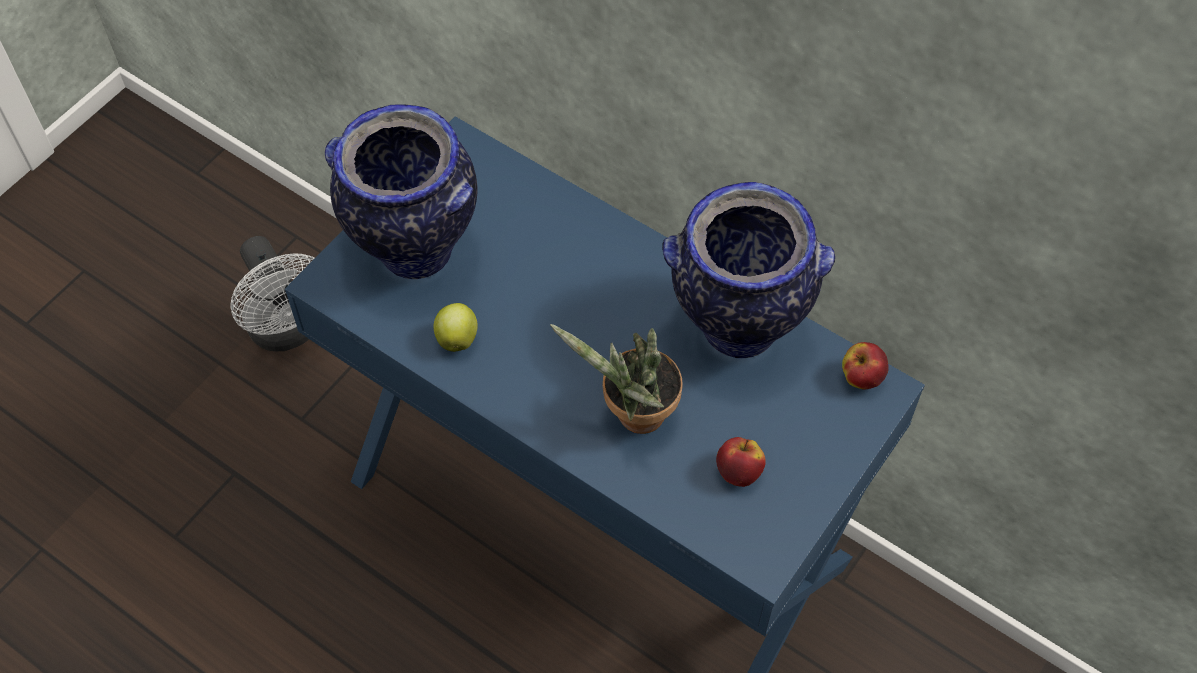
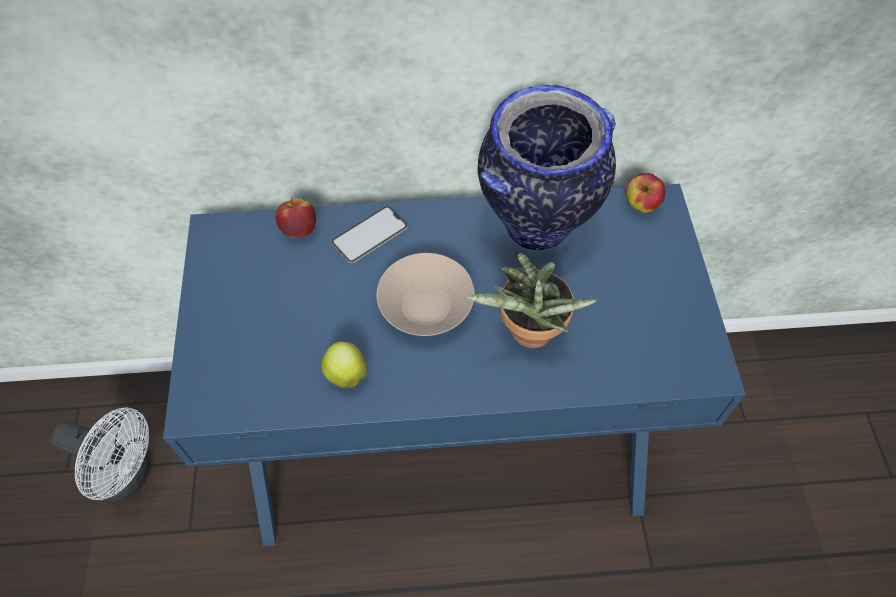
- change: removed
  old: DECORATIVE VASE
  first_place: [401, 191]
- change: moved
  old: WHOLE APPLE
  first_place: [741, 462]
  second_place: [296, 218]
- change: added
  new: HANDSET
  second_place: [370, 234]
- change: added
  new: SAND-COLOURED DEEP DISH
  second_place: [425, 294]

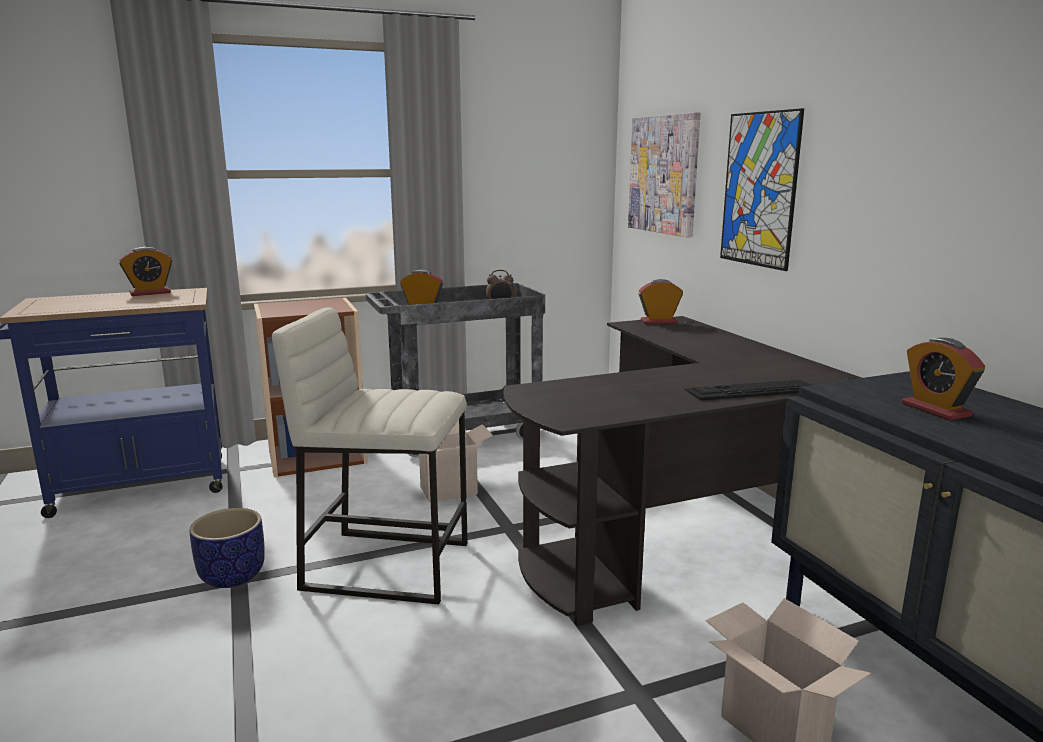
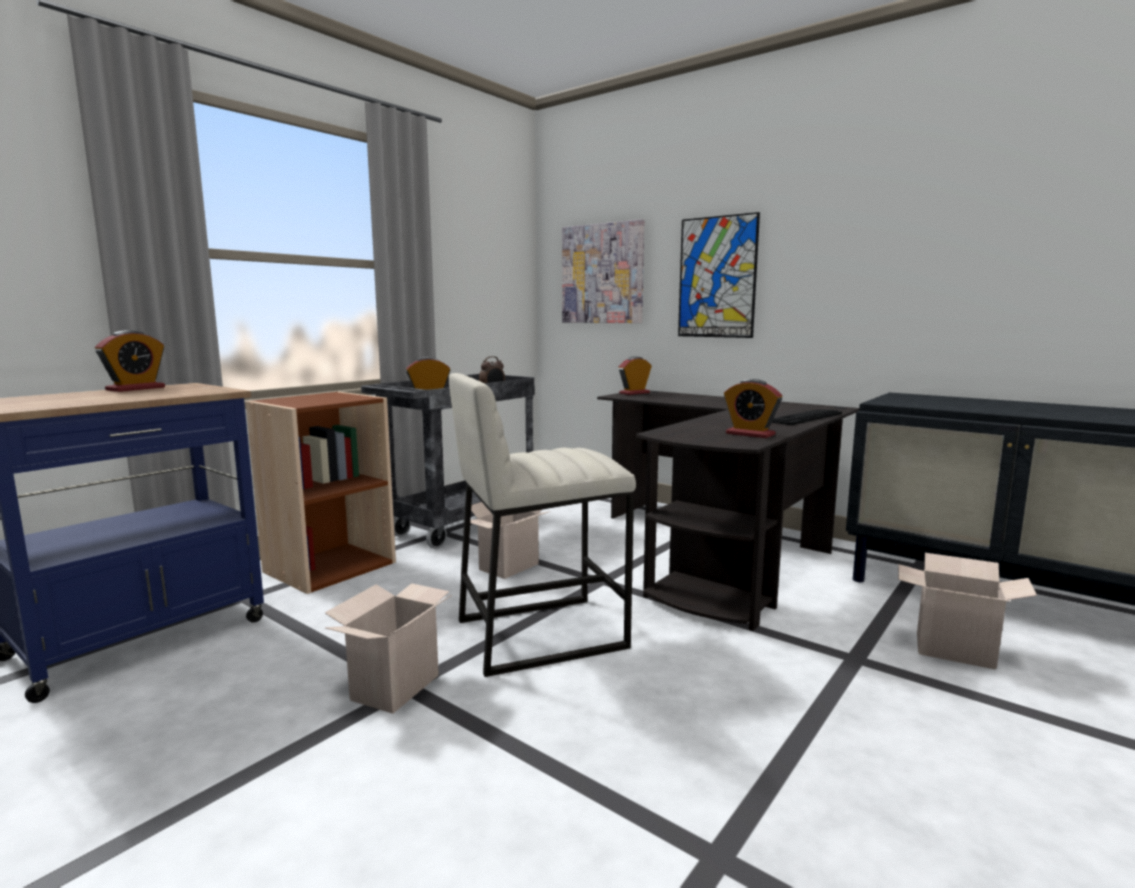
- change: moved
  old: BEDSIDE CLOCK
  first_place: [943, 379]
  second_place: [753, 408]
- change: replaced
  old: PLANT POT
  new: PACKING BOX
  first_place: [227, 548]
  second_place: [388, 648]

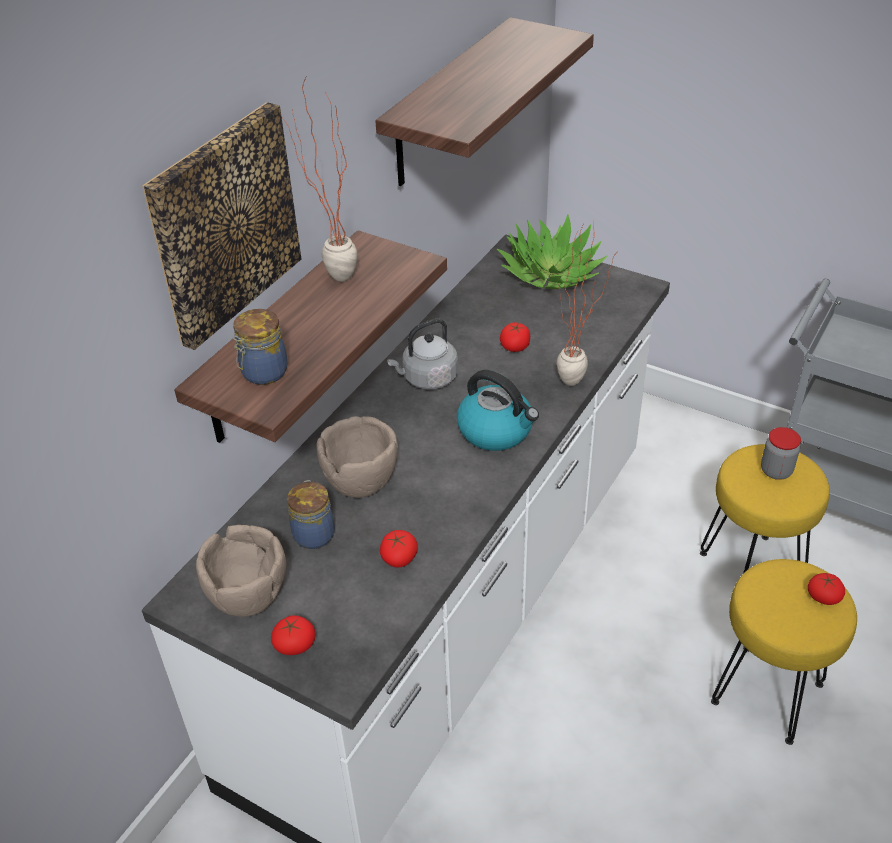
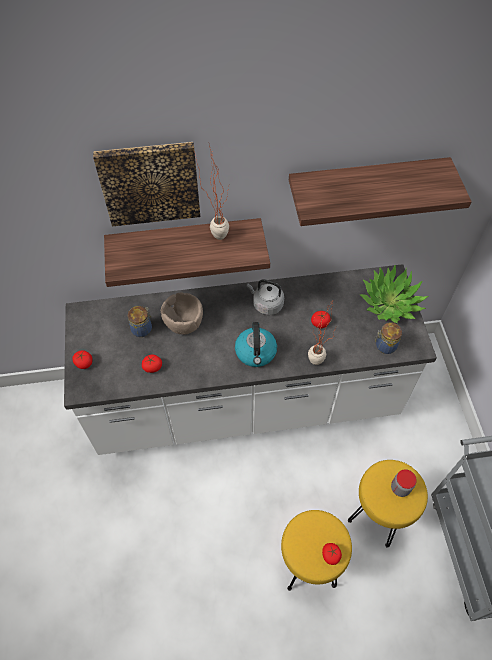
- change: moved
  old: STORAGE JAR
  first_place: [260, 347]
  second_place: [388, 338]
- change: removed
  old: BROWN-COLOURED DEEP DISH
  first_place: [241, 571]

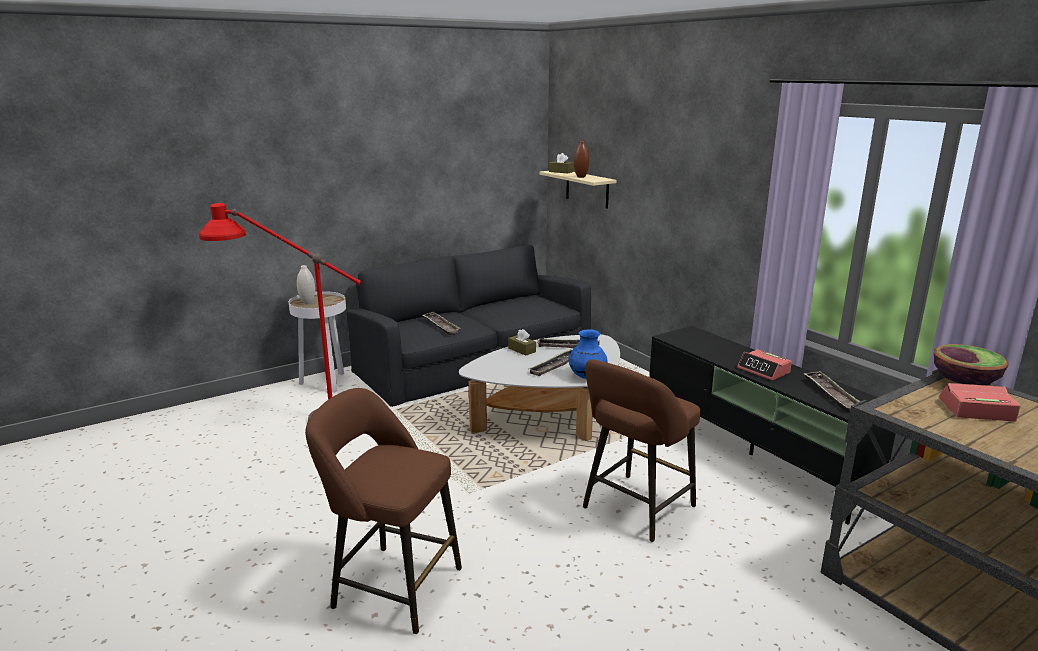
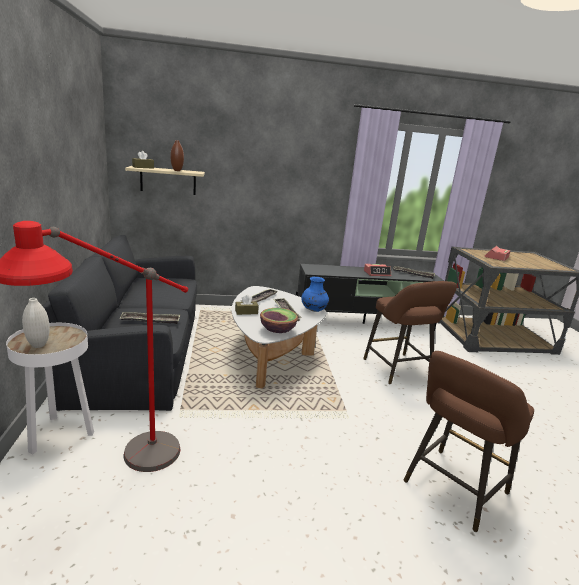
- change: moved
  old: DEEP DISH
  first_place: [971, 364]
  second_place: [279, 320]

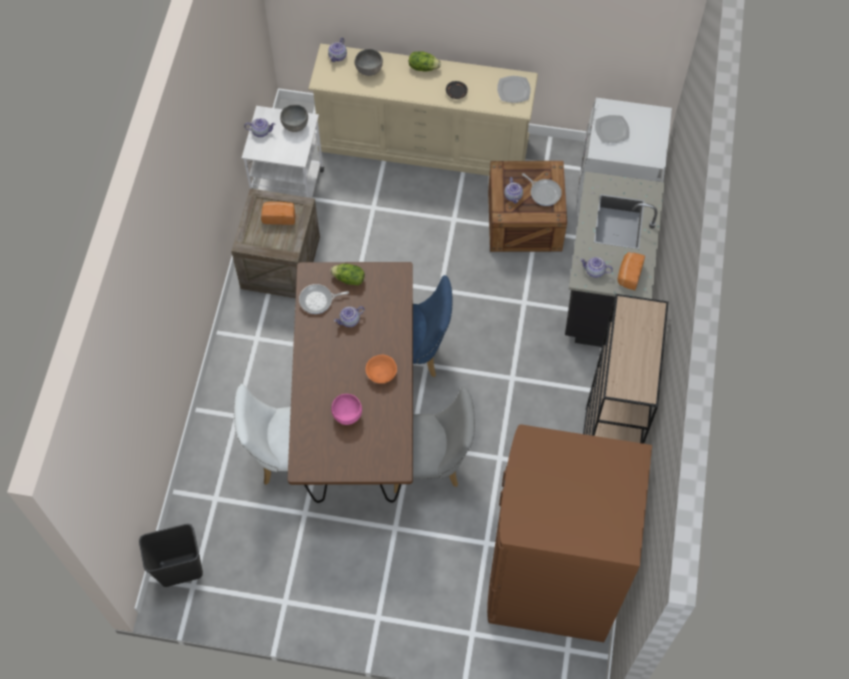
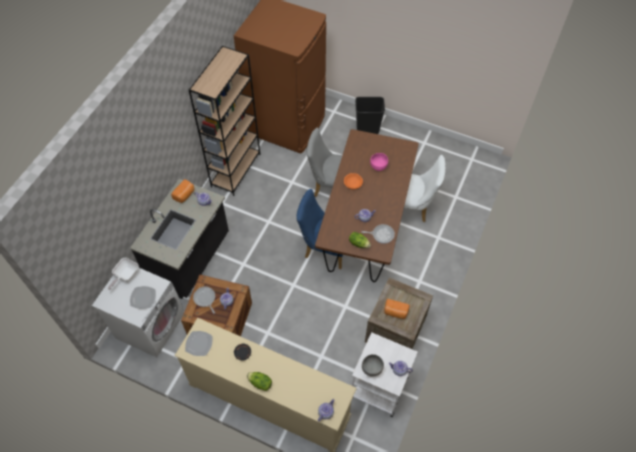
- change: removed
  old: GREYISH DEEP DISH
  first_place: [369, 62]
- change: moved
  old: BLACK TRASH CAN
  first_place: [171, 555]
  second_place: [370, 115]
- change: added
  new: SKILLET
  second_place: [123, 274]

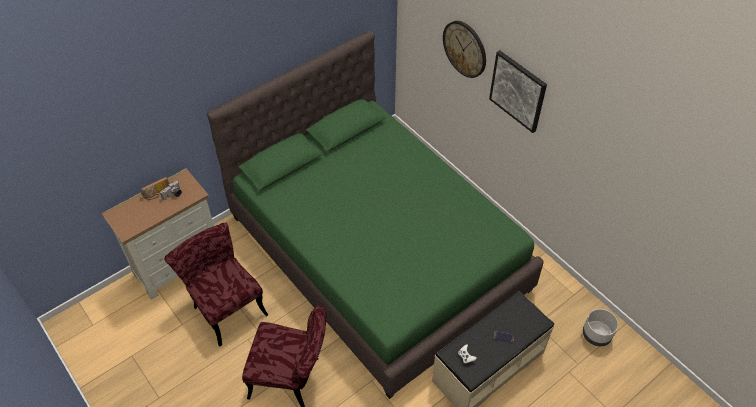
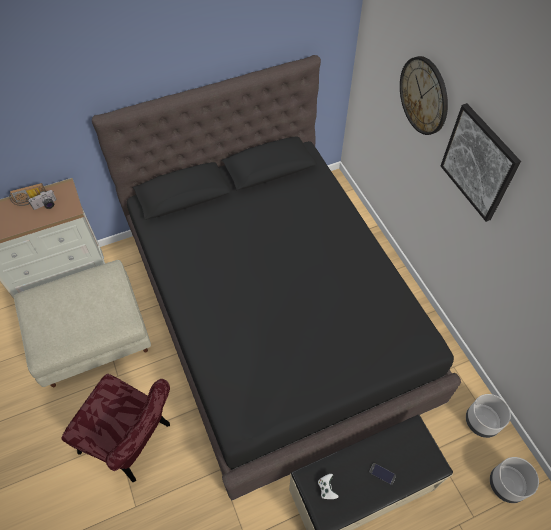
- change: recoloured
  old: GREEN-COLOURED SLEEPING BED
  new: BLACK SLEEPING BED
  first_place: [375, 215]
  second_place: [276, 277]
- change: replaced
  old: RED CHAIR
  new: SAND-COLOURED FOOTREST
  first_place: [216, 285]
  second_place: [82, 323]
- change: added
  new: GREYISH PLANT POT
  second_place: [488, 416]

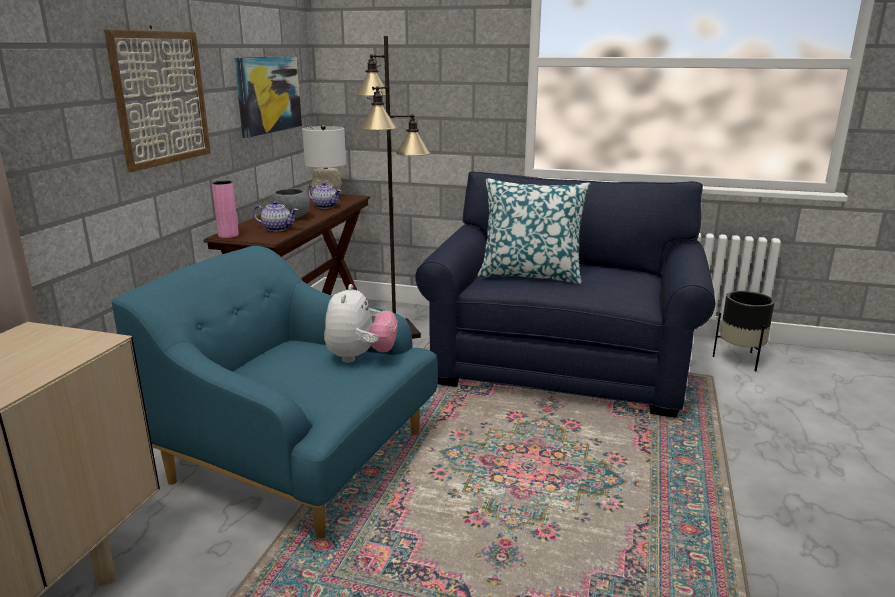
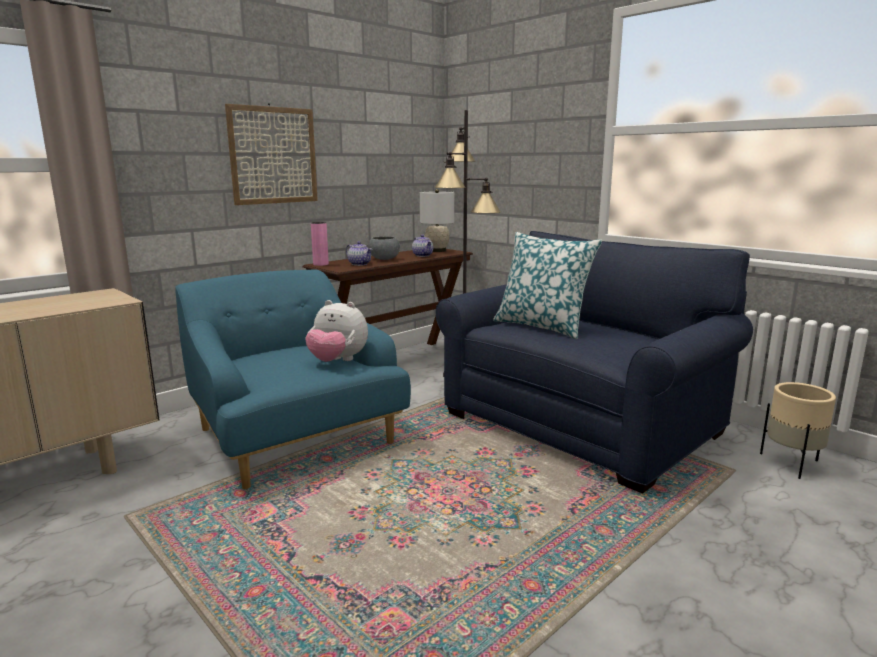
- change: removed
  old: WALL ART
  first_place: [268, 97]
- change: turned
  old: SOFT TOY
  first_place: [360, 323]
  second_place: [336, 331]
  degrees: 75
- change: recoloured
  old: BLACK PLANT POT
  new: SAND-COLOURED PLANT POT
  first_place: [744, 331]
  second_place: [798, 430]

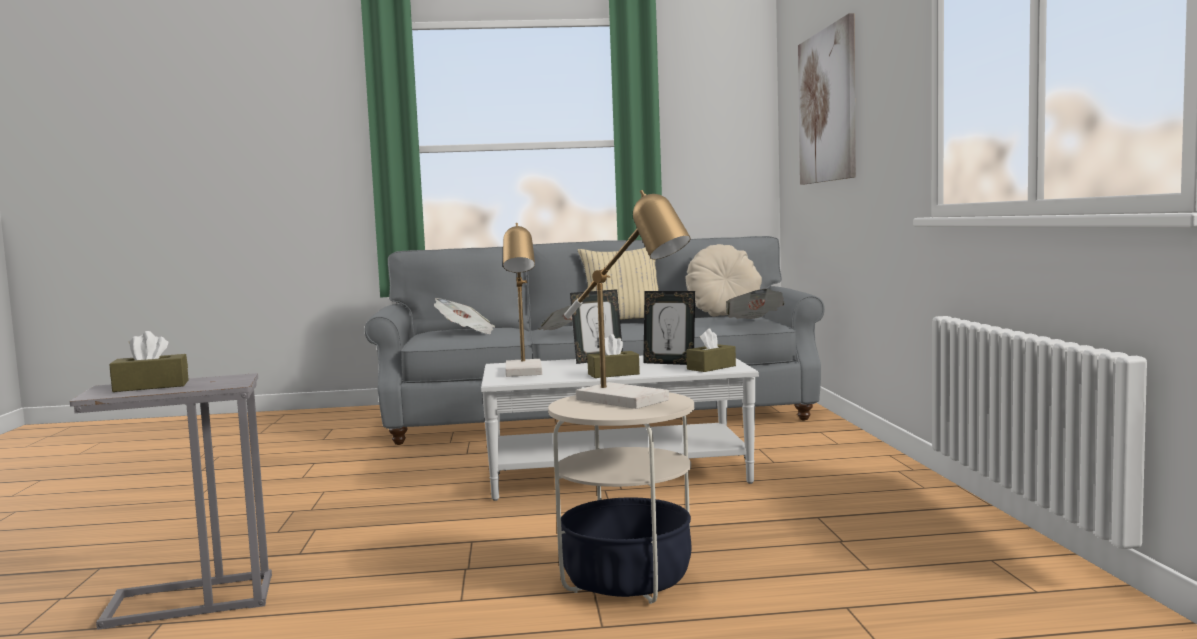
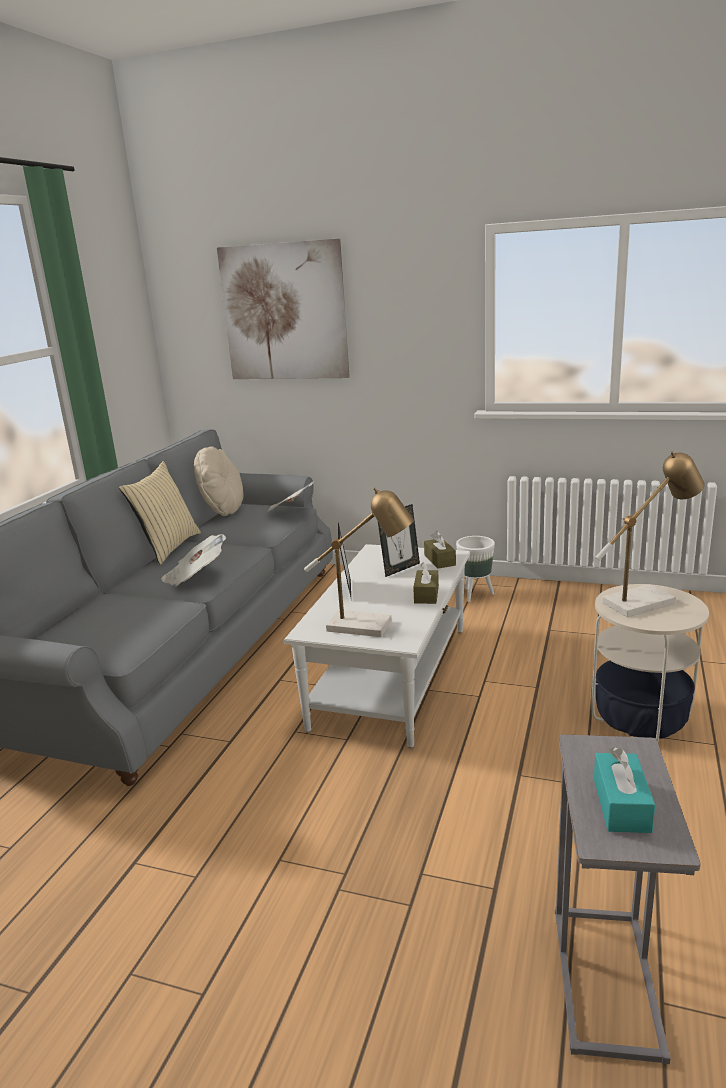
- change: removed
  old: NEWSPAPER
  first_place: [464, 316]
- change: recoloured
  old: BROWN-COLOURED TISSUE HOLDER
  new: BLUE-GREEN TISSUE HOLDER
  first_place: [149, 361]
  second_place: [624, 790]
- change: added
  new: WHITE-COLOURED PLANT POT
  second_place: [475, 569]

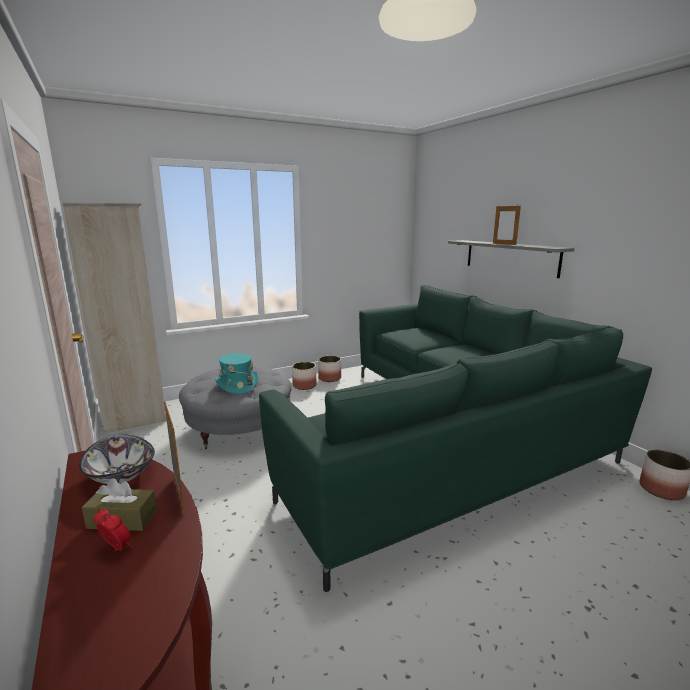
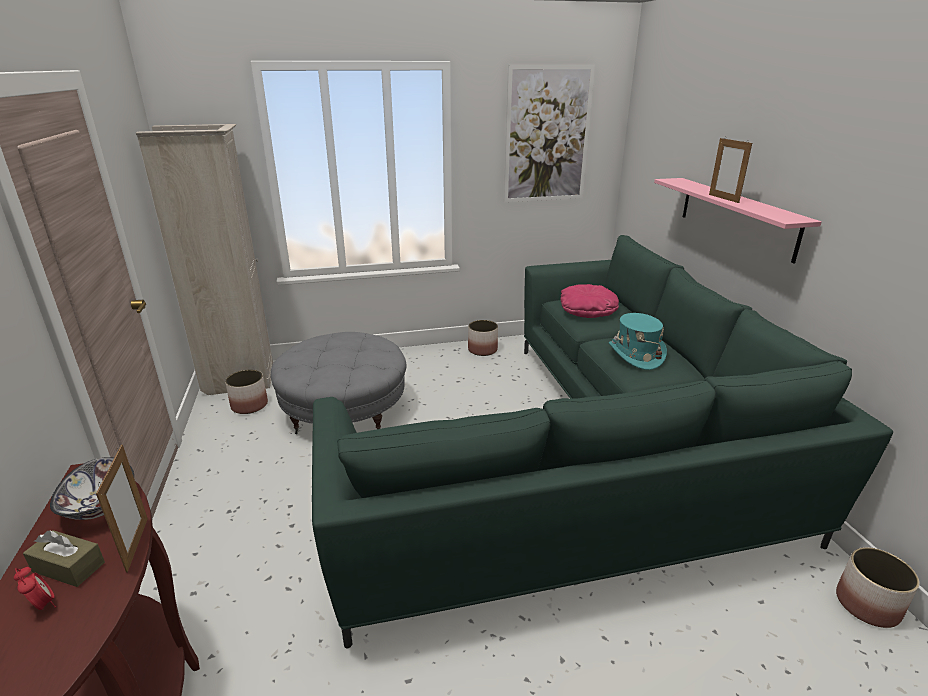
- change: recoloured
  old: GREYISH SHELF
  new: PINK-COLOURED SHELF
  first_place: [511, 259]
  second_place: [738, 220]
- change: moved
  old: BLUE-GREEN HAT
  first_place: [236, 373]
  second_place: [638, 341]
- change: moved
  old: PLANT POT
  first_place: [304, 376]
  second_place: [246, 392]
- change: added
  new: WALL ART
  second_place: [549, 133]
- change: added
  new: PINK-COLOURED PILLOW
  second_place: [589, 301]

